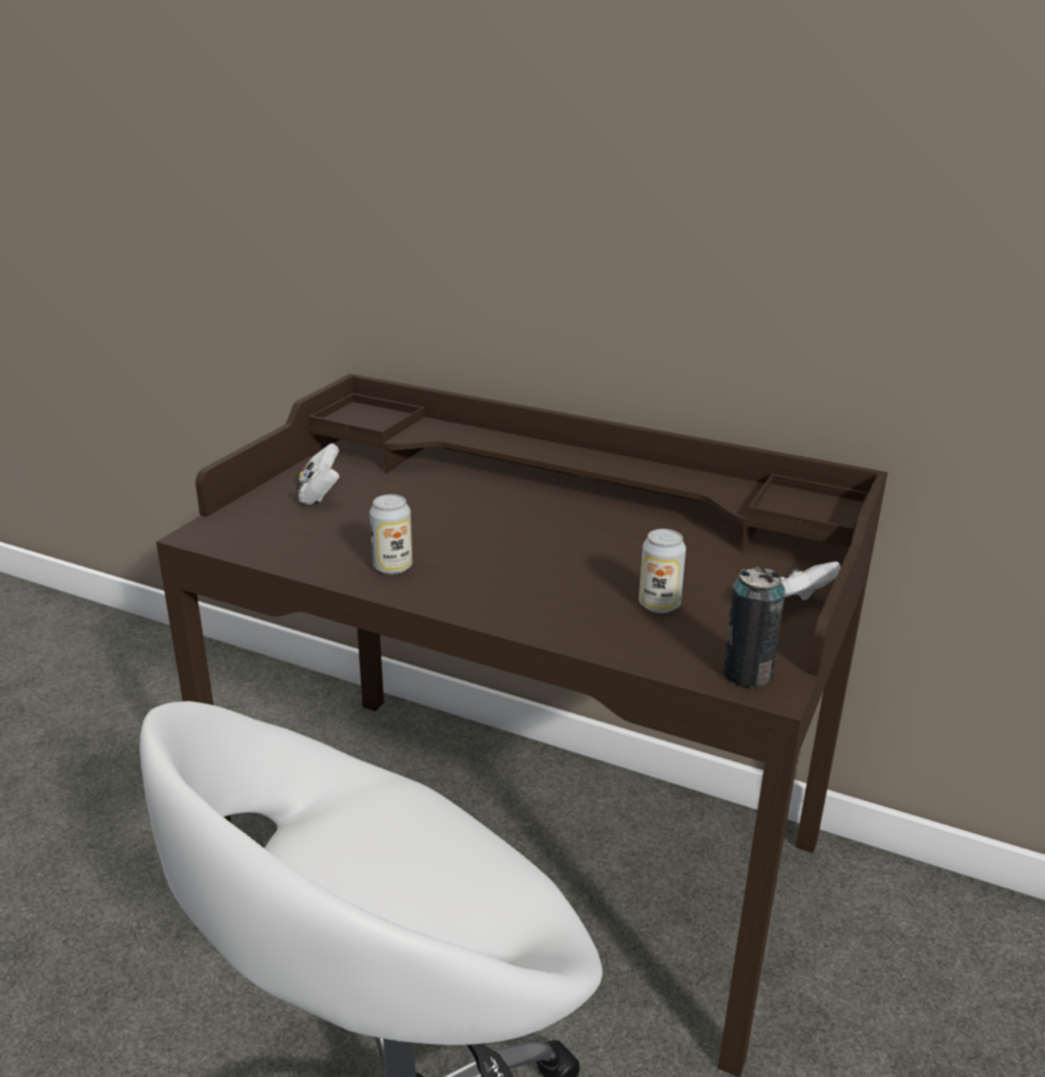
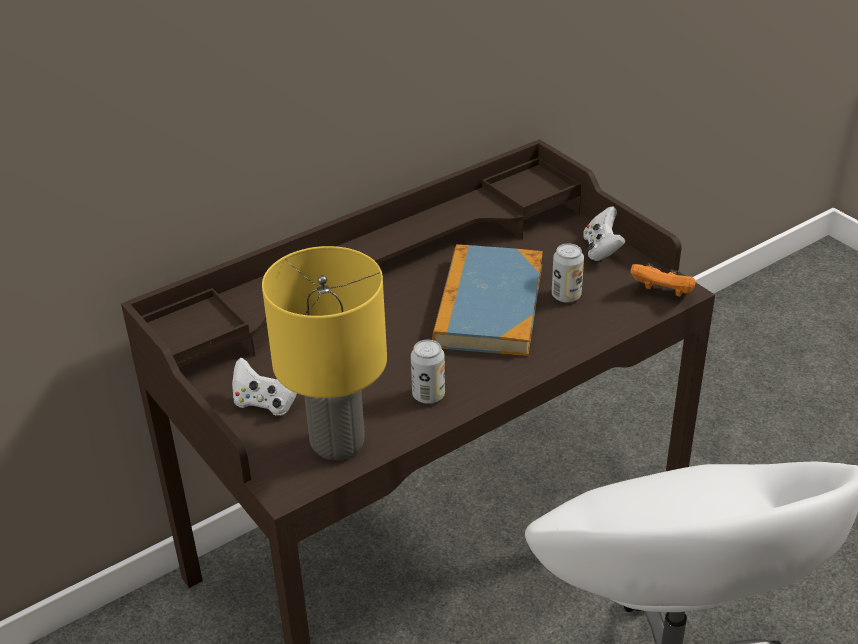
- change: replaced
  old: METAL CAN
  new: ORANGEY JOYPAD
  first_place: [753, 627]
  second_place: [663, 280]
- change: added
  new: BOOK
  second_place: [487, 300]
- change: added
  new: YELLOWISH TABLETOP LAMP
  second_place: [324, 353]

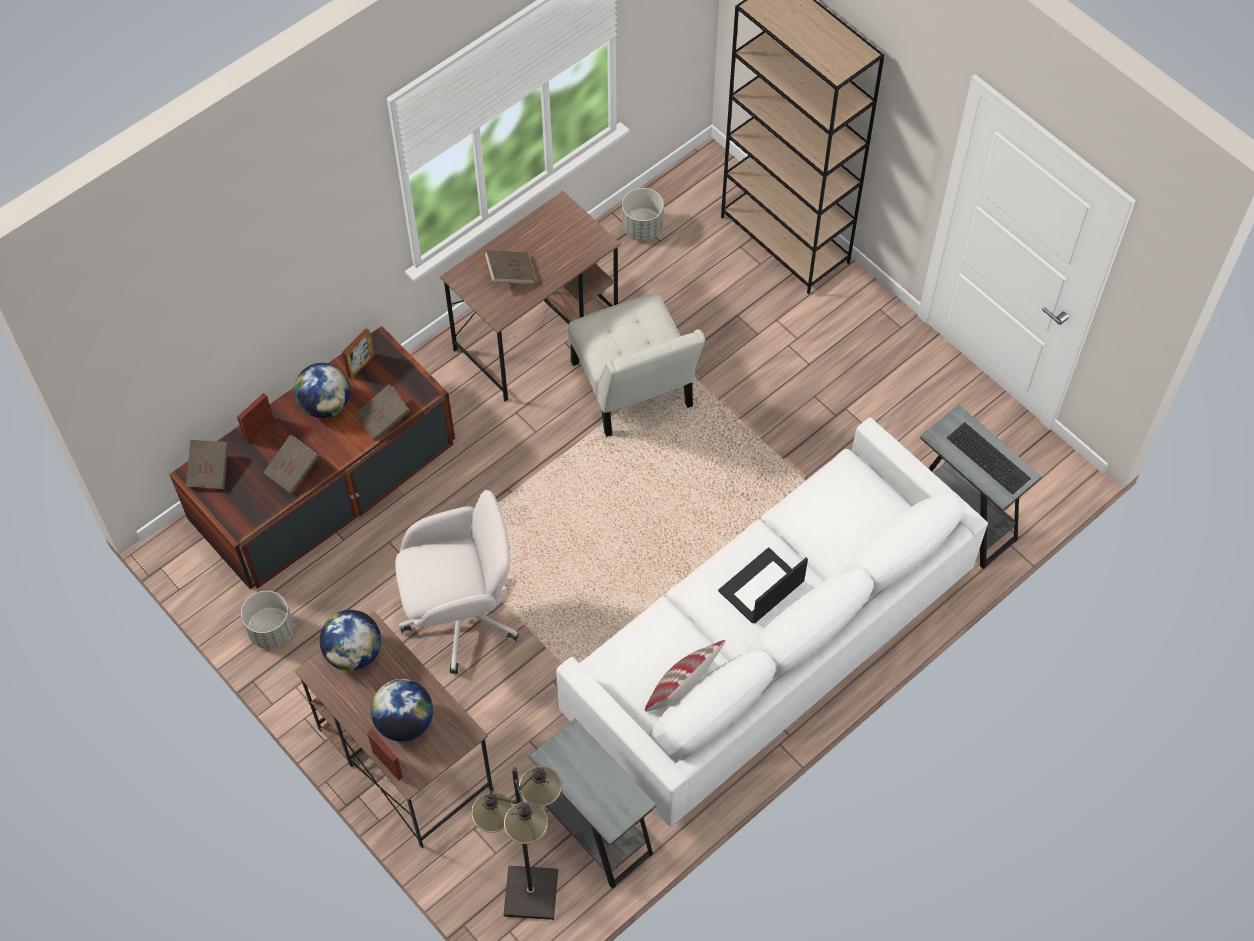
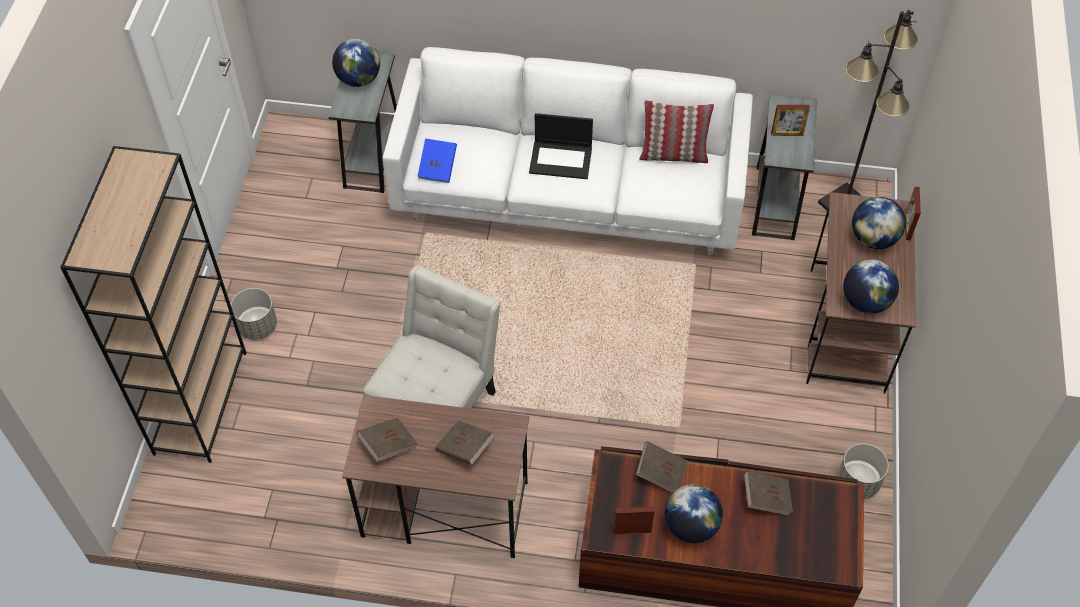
- change: moved
  old: GREYISH PLANT POT
  first_place: [643, 214]
  second_place: [254, 314]
- change: moved
  old: STANDING FRAME
  first_place: [255, 418]
  second_place: [790, 120]
- change: replaced
  old: KEYBOARD
  new: WORLD GLOBE
  first_place: [989, 458]
  second_place: [356, 63]
- change: moved
  old: BROWN-COLOURED BOOK
  first_place: [207, 464]
  second_place: [387, 440]
- change: removed
  old: WHITE-COLOURED COMPUTER CHAIR
  first_place: [457, 582]
- change: added
  new: BLUE-COLOURED BOOK
  second_place: [437, 161]

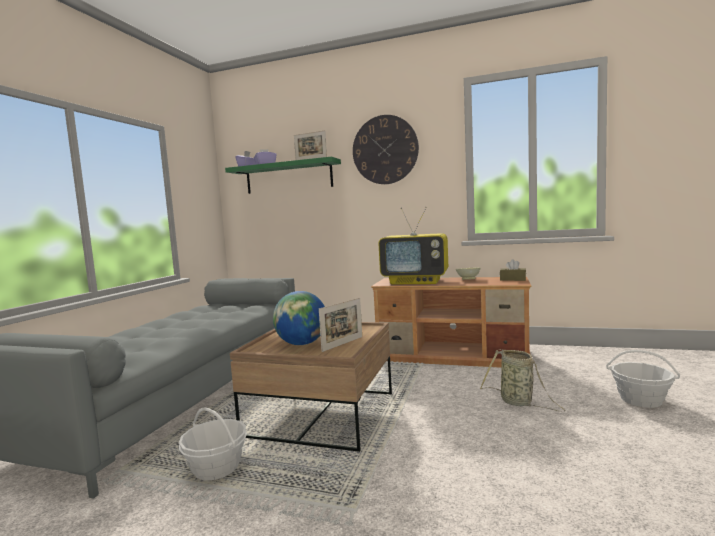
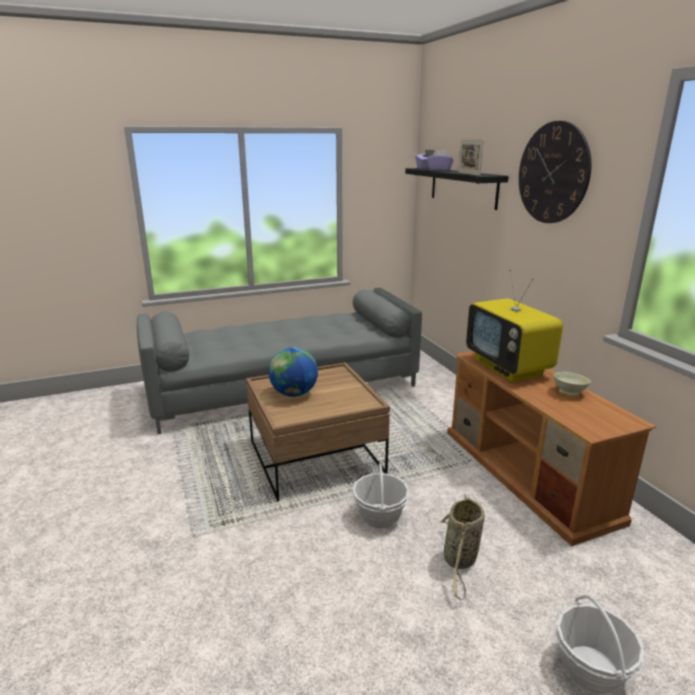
- change: recoloured
  old: GREEN-COLOURED SHELF
  new: BLACK SHELF
  first_place: [283, 175]
  second_place: [457, 189]
- change: removed
  old: BROWN-COLOURED TISSUE HOLDER
  first_place: [513, 270]
- change: removed
  old: STANDING FRAME
  first_place: [340, 325]
- change: moved
  old: BASKET
  first_place: [213, 443]
  second_place: [380, 495]

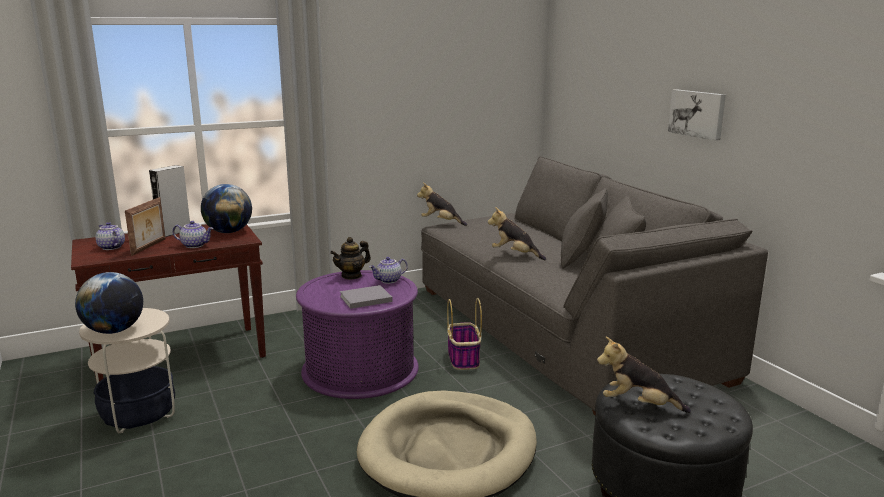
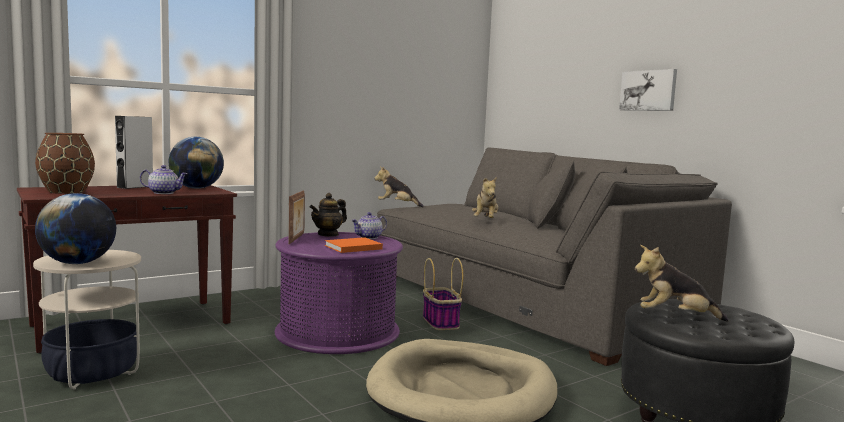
- change: moved
  old: STANDING FRAME
  first_place: [145, 226]
  second_place: [296, 217]
- change: turned
  old: SOFT TOY
  first_place: [517, 233]
  second_place: [485, 197]
  degrees: -105
- change: replaced
  old: POT FOR TEA
  new: BROWN-COLOURED DECORATIVE VASE
  first_place: [110, 236]
  second_place: [65, 163]
- change: recoloured
  old: GREYISH BOOK
  new: ORANGEY BOOK
  first_place: [366, 297]
  second_place: [354, 245]

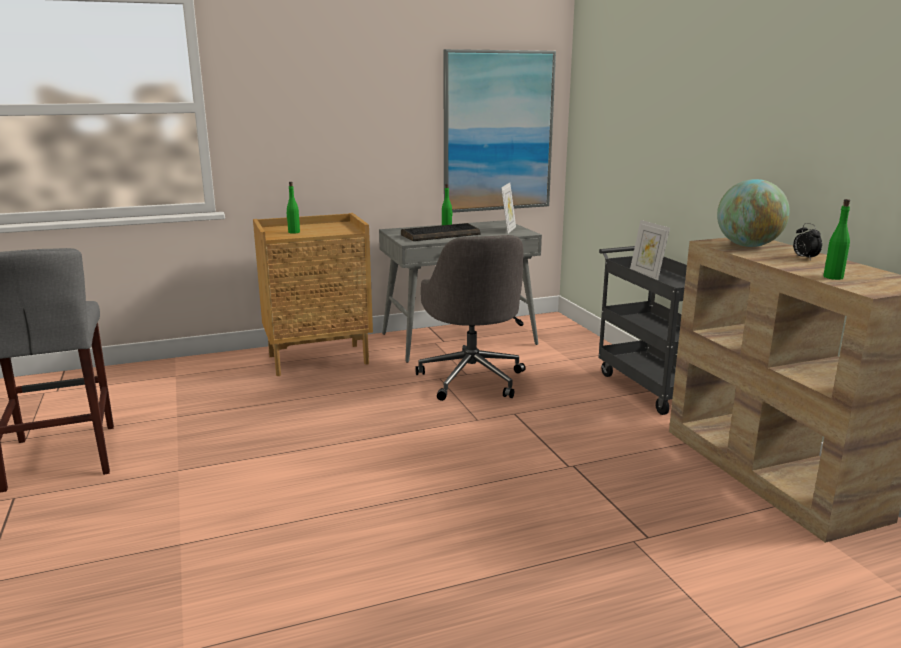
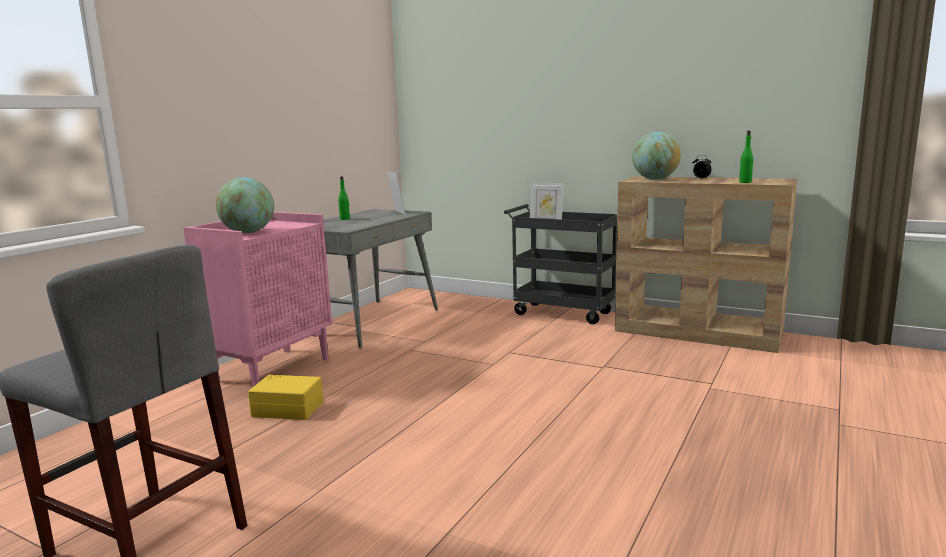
- change: removed
  old: WALL ART
  first_place: [499, 131]
- change: replaced
  old: GREEN-COLOURED DRINK BOTTLE
  new: WORLD GLOBE
  first_place: [293, 208]
  second_place: [245, 205]
- change: recoloured
  old: BROWN-COLOURED CABINET
  new: PINK-COLOURED CABINET
  first_place: [313, 294]
  second_place: [257, 299]
- change: removed
  old: KEYBOARD
  first_place: [440, 232]
- change: removed
  old: GREYISH COMPUTER CHAIR
  first_place: [470, 318]
- change: added
  new: YELLOWISH STORAGE CONTAINER
  second_place: [285, 397]

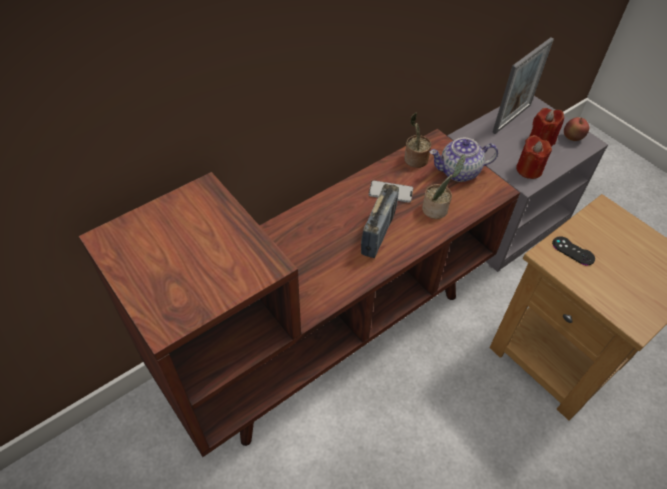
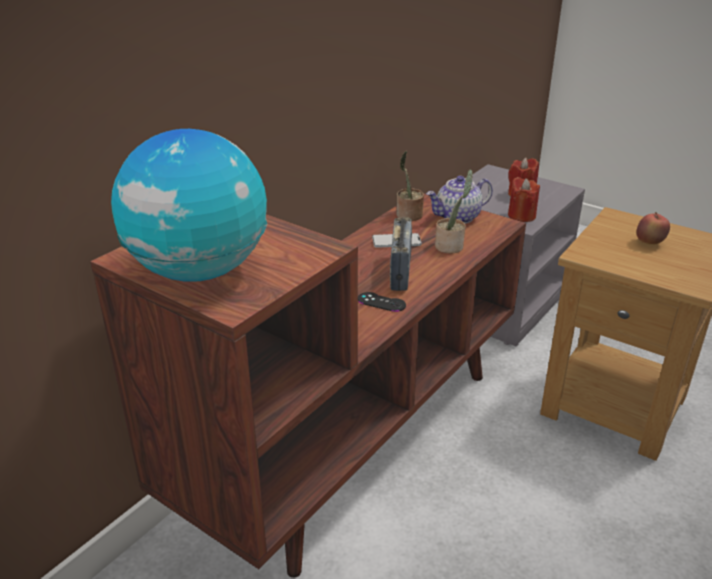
- change: removed
  old: STANDING FRAME
  first_place: [523, 86]
- change: moved
  old: WHOLE APPLE
  first_place: [576, 129]
  second_place: [653, 228]
- change: moved
  old: BLACK JOYPAD
  first_place: [573, 250]
  second_place: [382, 302]
- change: added
  new: WORLD GLOBE
  second_place: [189, 205]

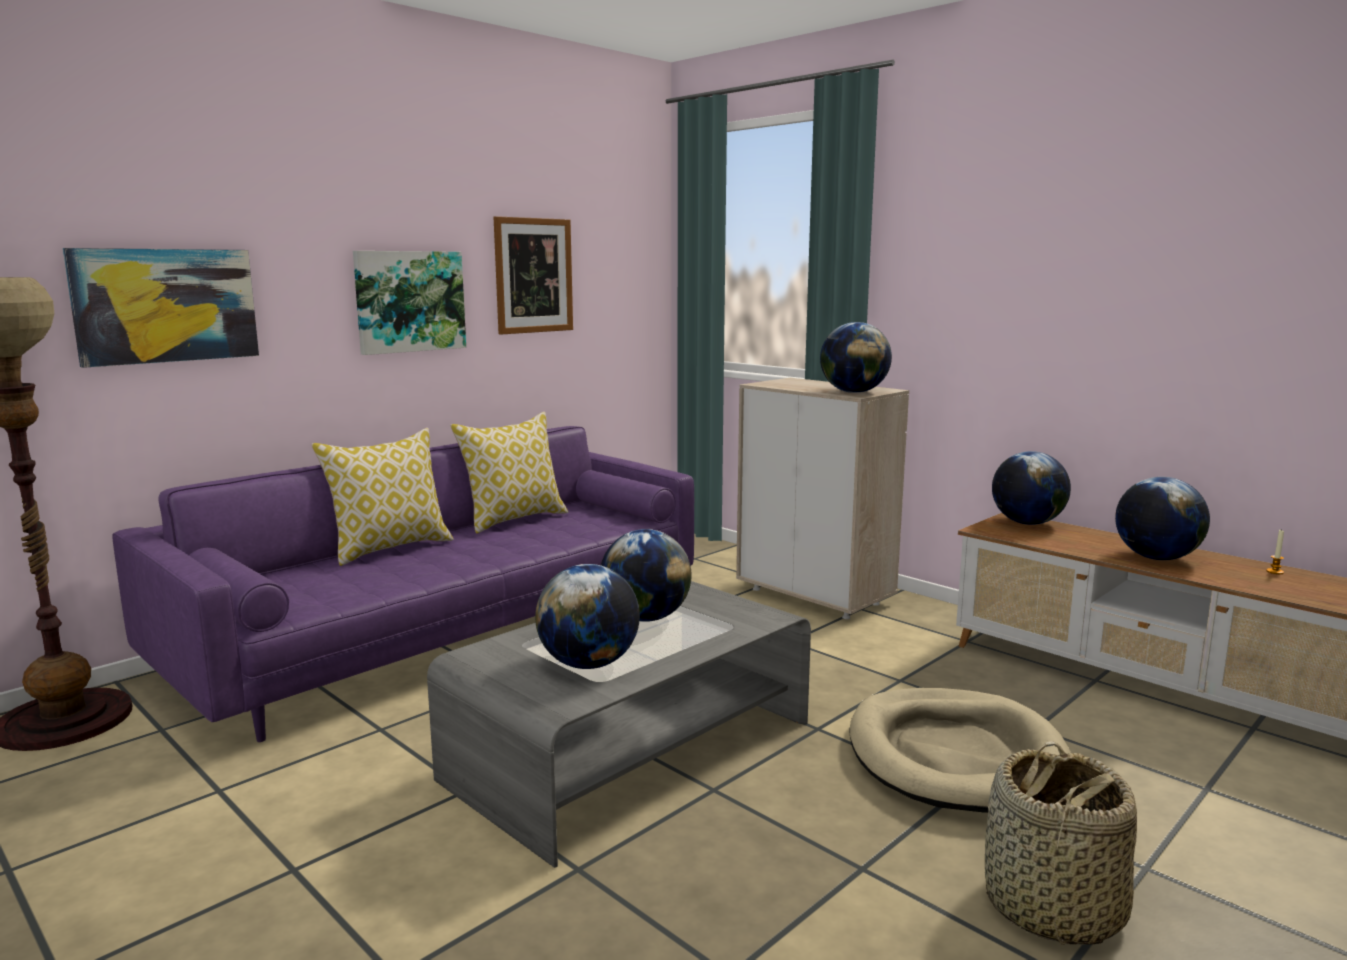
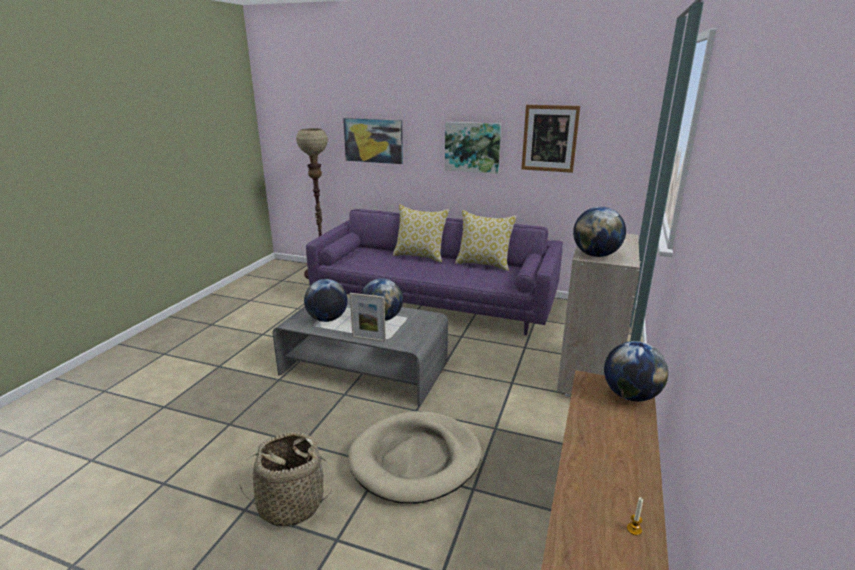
- change: removed
  old: WORLD GLOBE
  first_place: [1162, 518]
- change: added
  new: STANDING FRAME
  second_place: [368, 317]

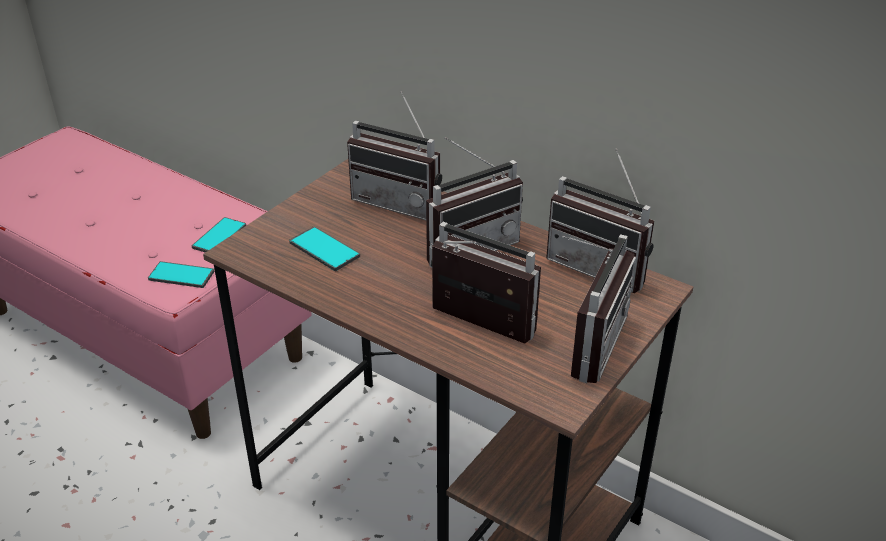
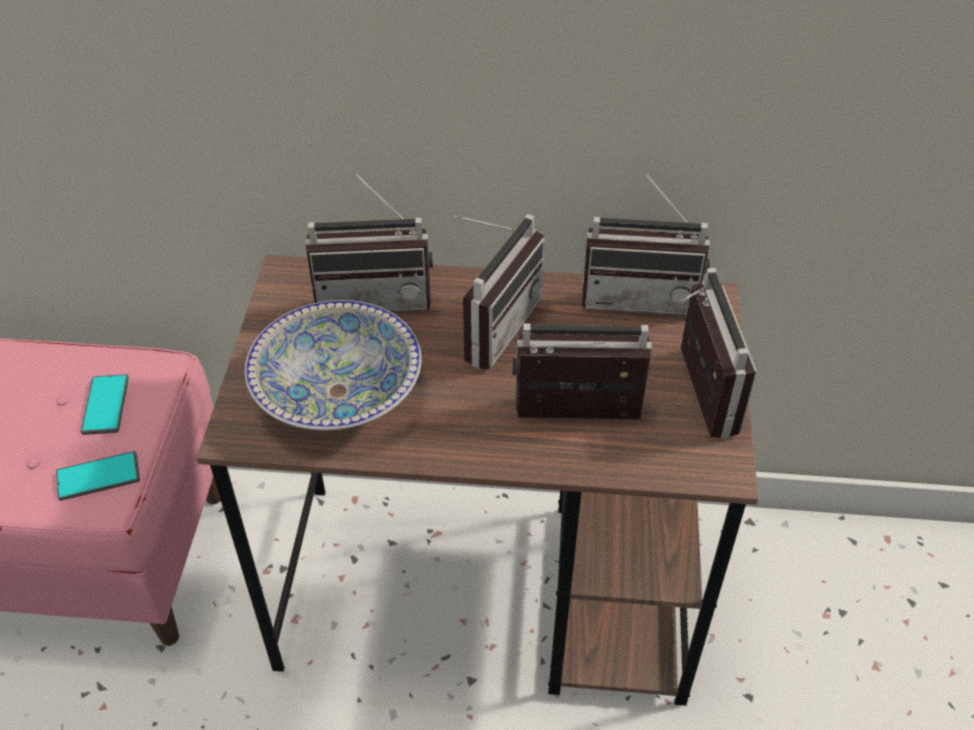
- change: replaced
  old: HANDSET
  new: DEEP DISH
  first_place: [324, 248]
  second_place: [333, 365]

